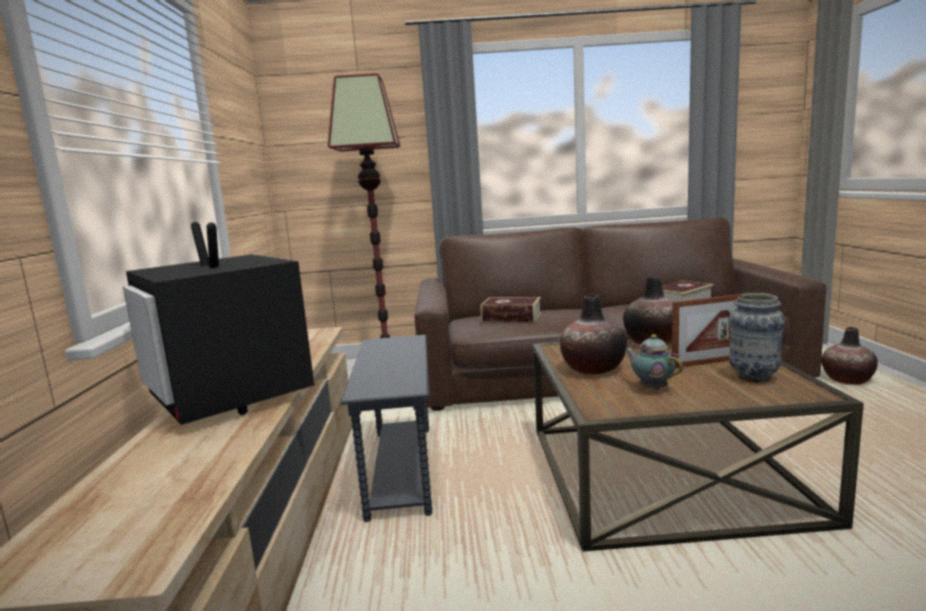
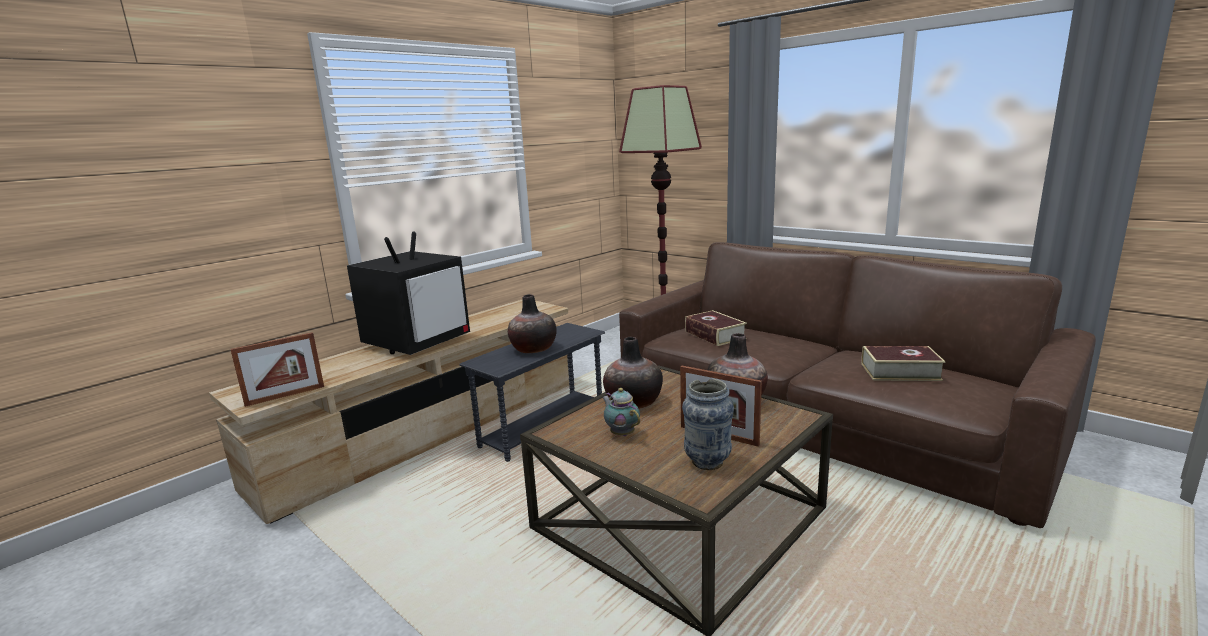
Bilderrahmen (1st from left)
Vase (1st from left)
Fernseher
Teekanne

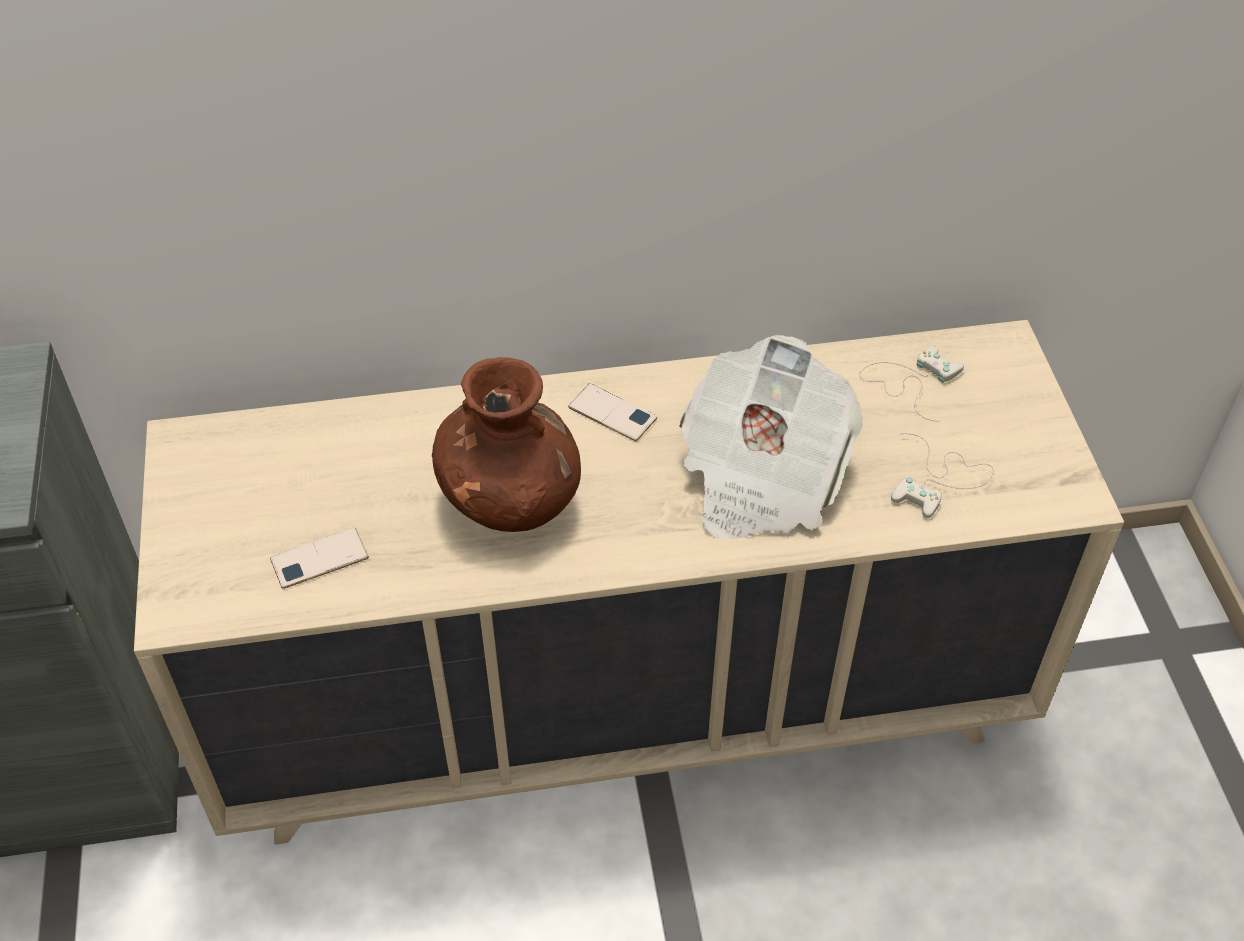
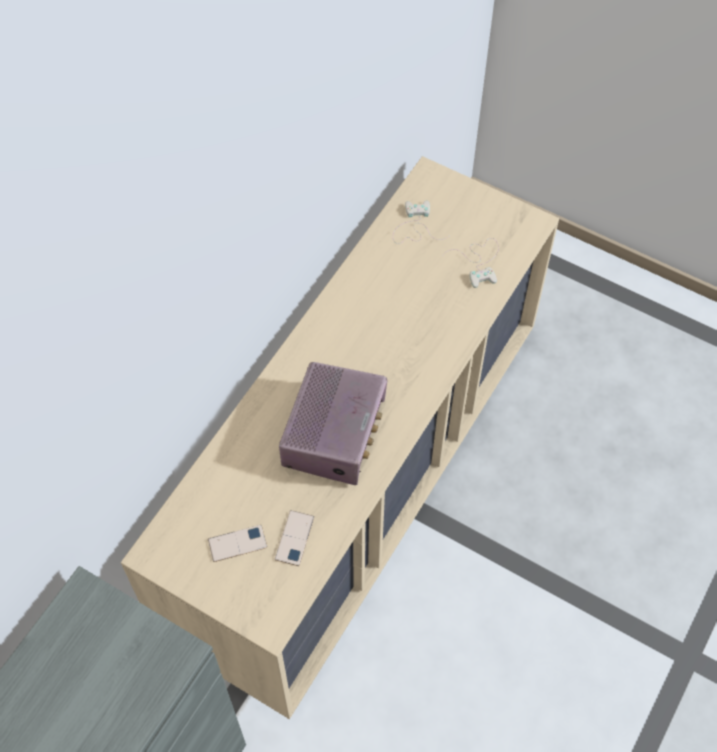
Zeitung
Handy (1st from left)
Radio

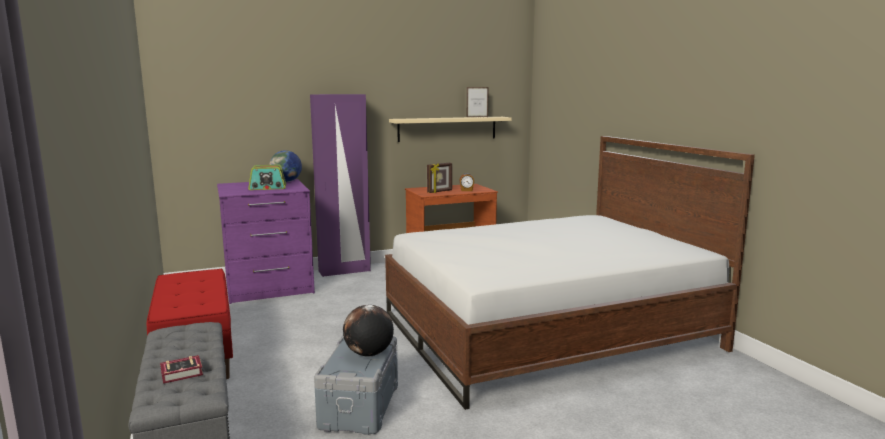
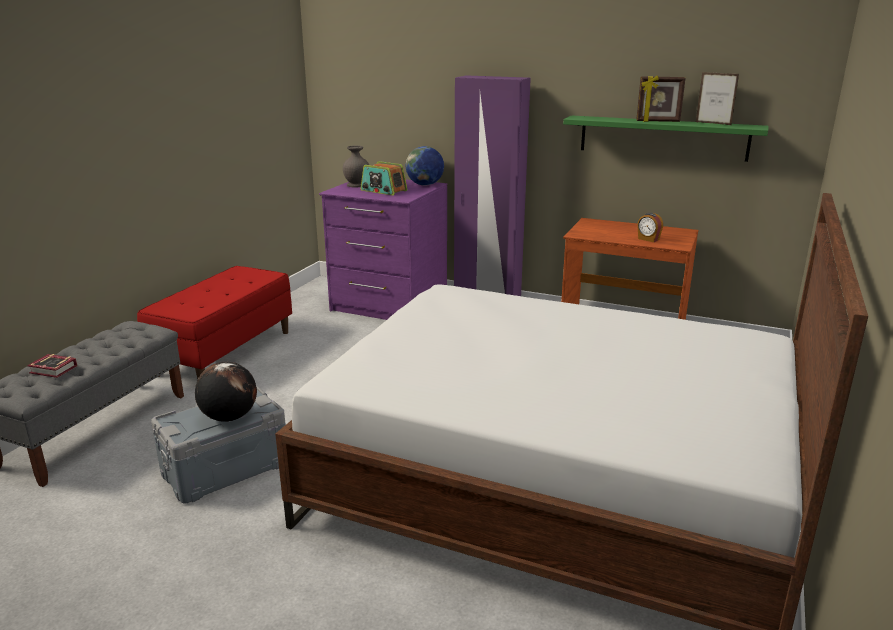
Vase (grau)
Bilderrahmen (1st from left)
Wandregal (grün)

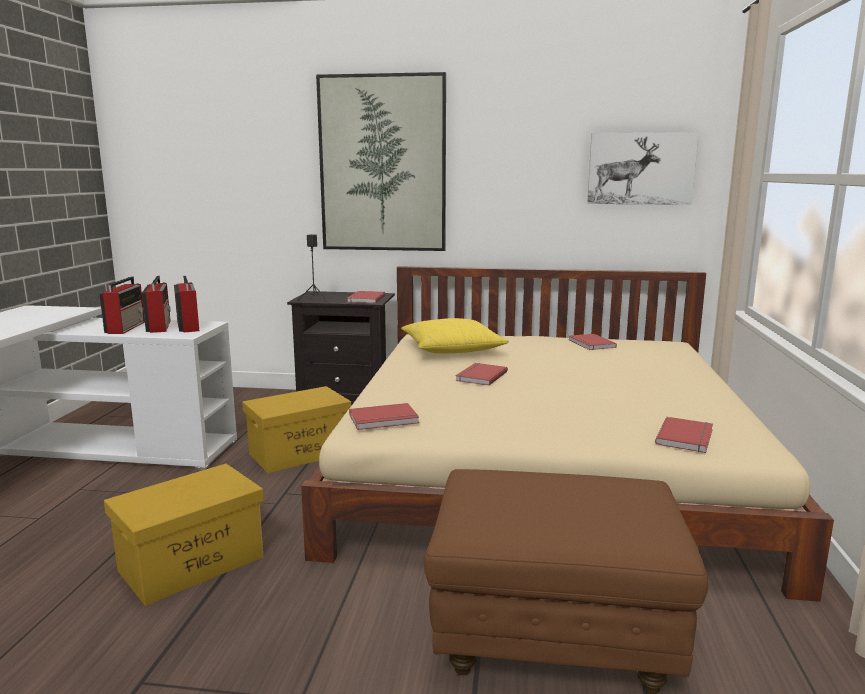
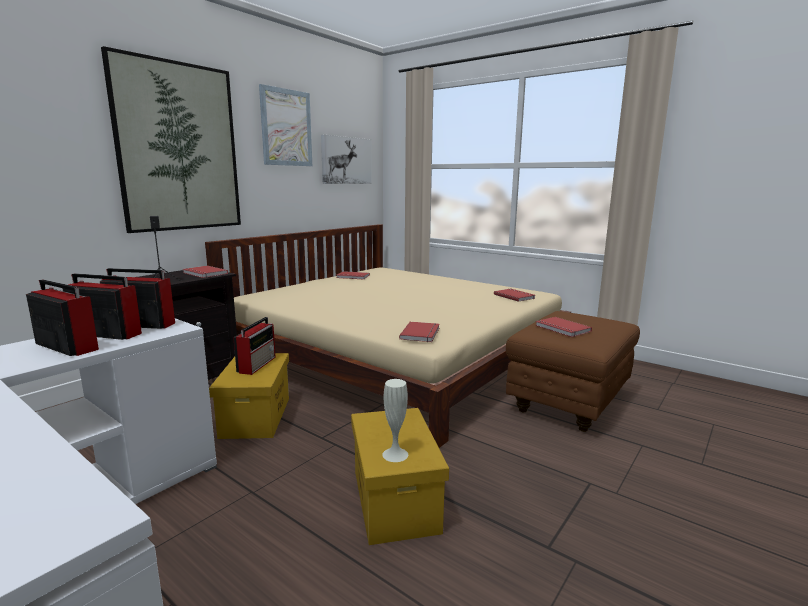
Kissen (gelb)
Radio (4th from left)
Bild (2nd from left)
Vase (weiß)
Buch (rot) (5th from left)

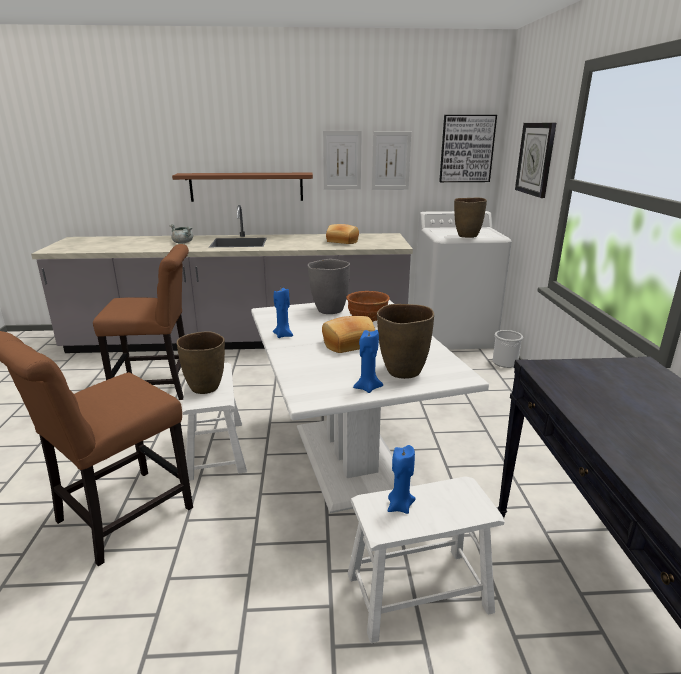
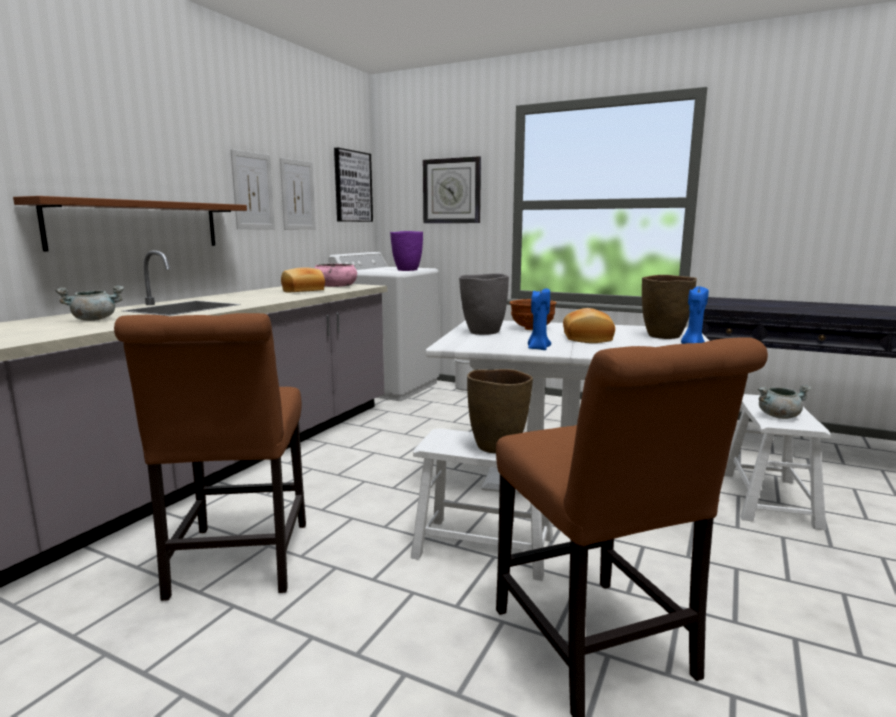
Schüssel (rosa)
Kochtopf (grau) (2nd from left)
Vase (lila)
Stuhl (braun) (1st from left)

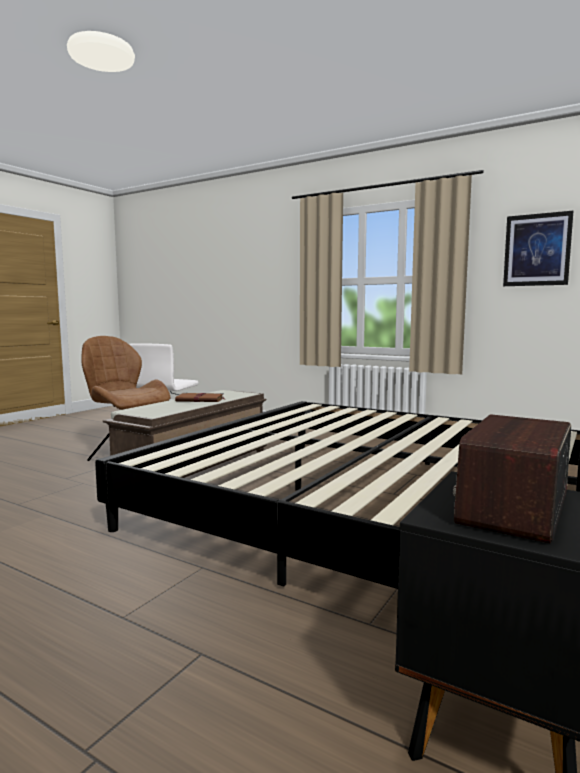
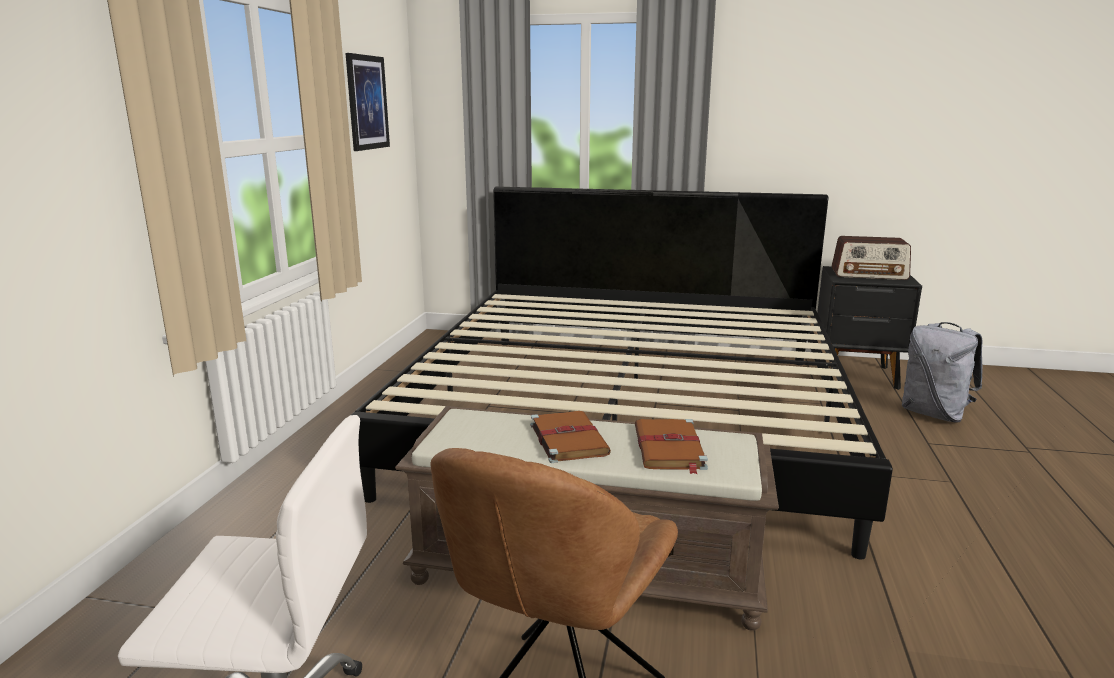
Buch (braun) (2nd from left)
Rucksack (grau)

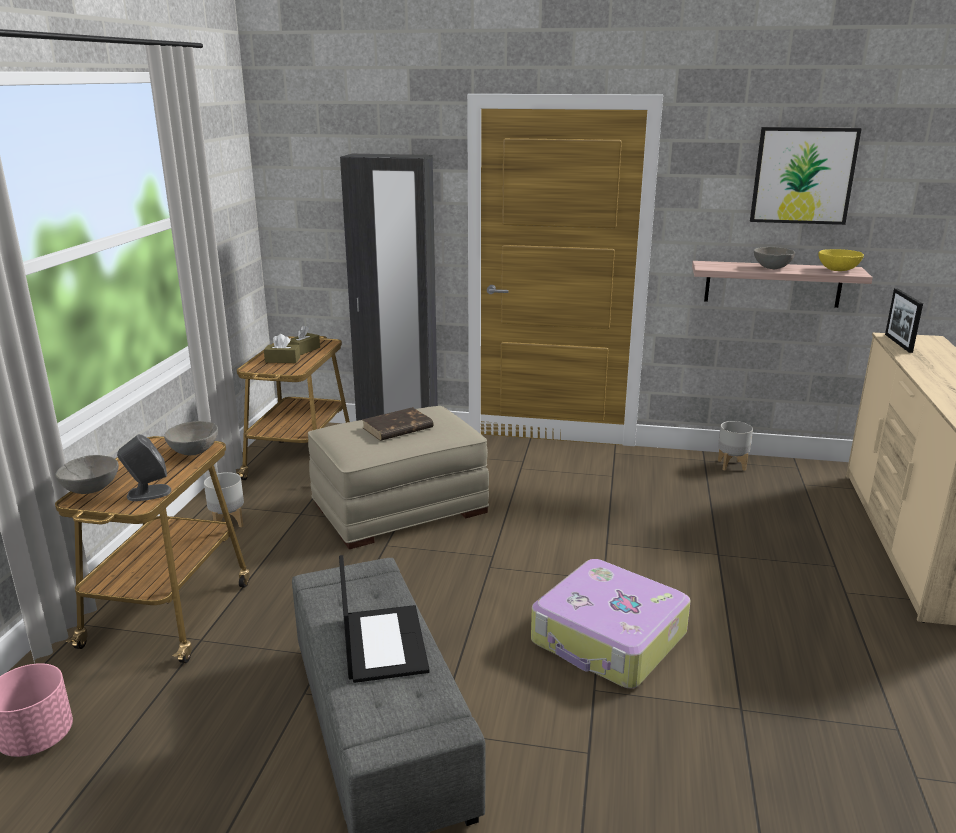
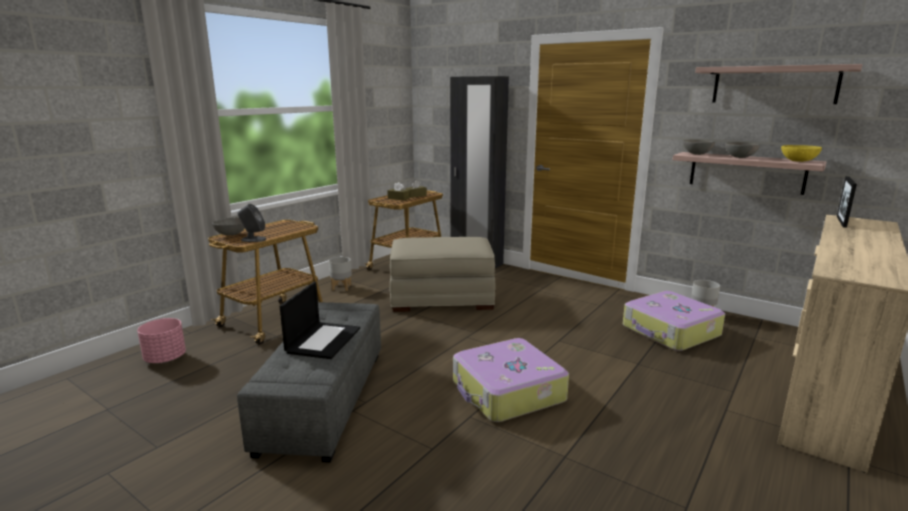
Buch (braun)
Koffer (2nd from left)
Schüssel (grau) (2nd from left)
Wandregal (2nd from left)

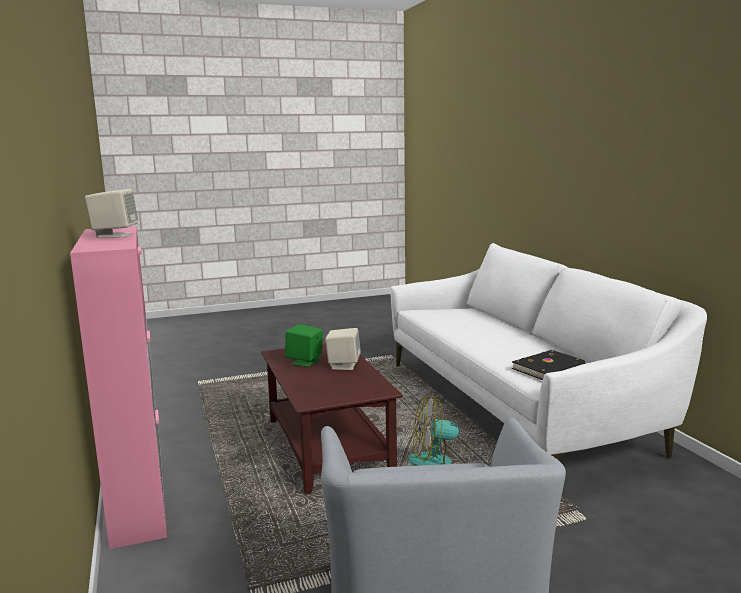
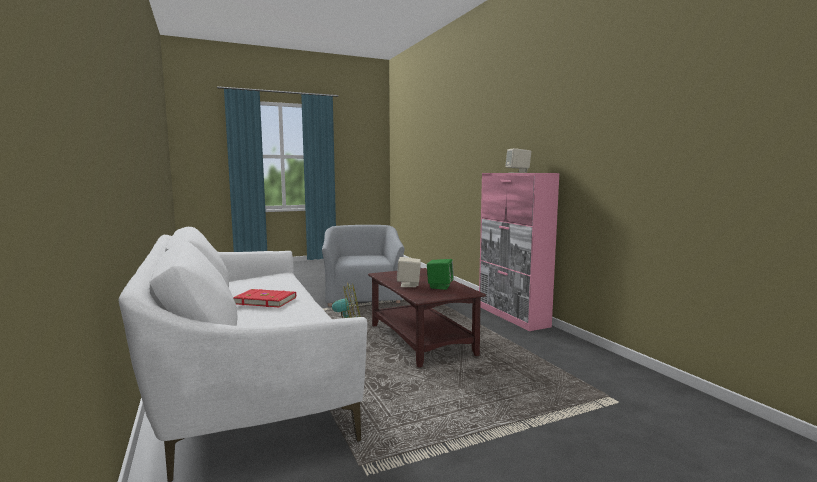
Buch (schwarz)
Buch (rot)

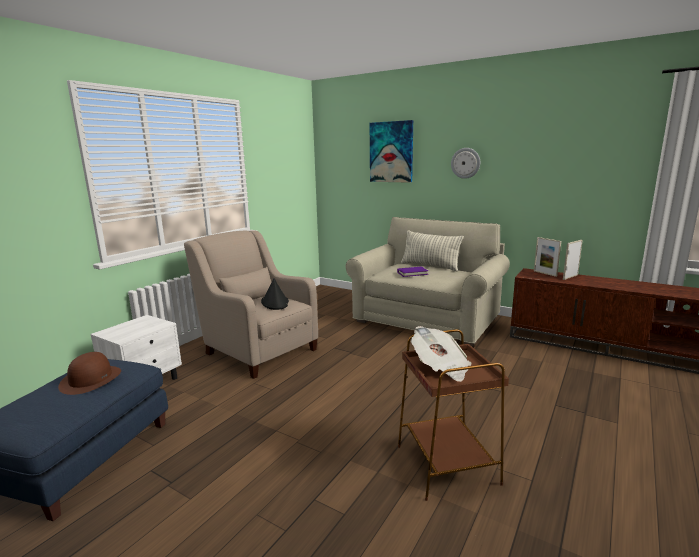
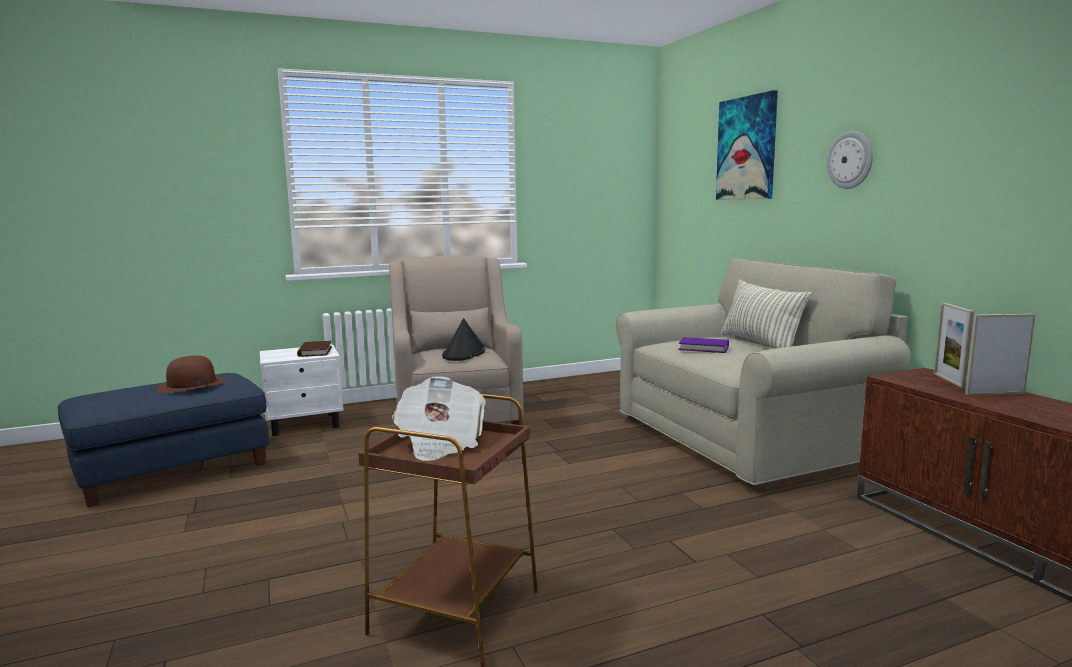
Buch (braun)

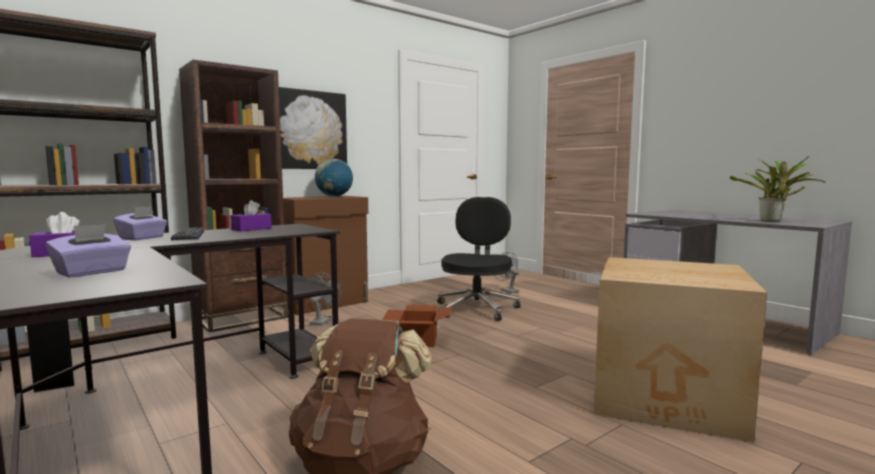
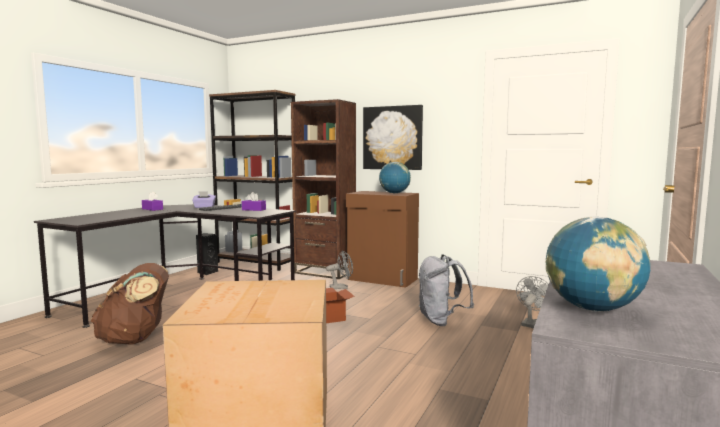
Taschentuchbox (lila) (2nd from left in the first image)
Rucksack (grau)
Globus (2nd from left)

